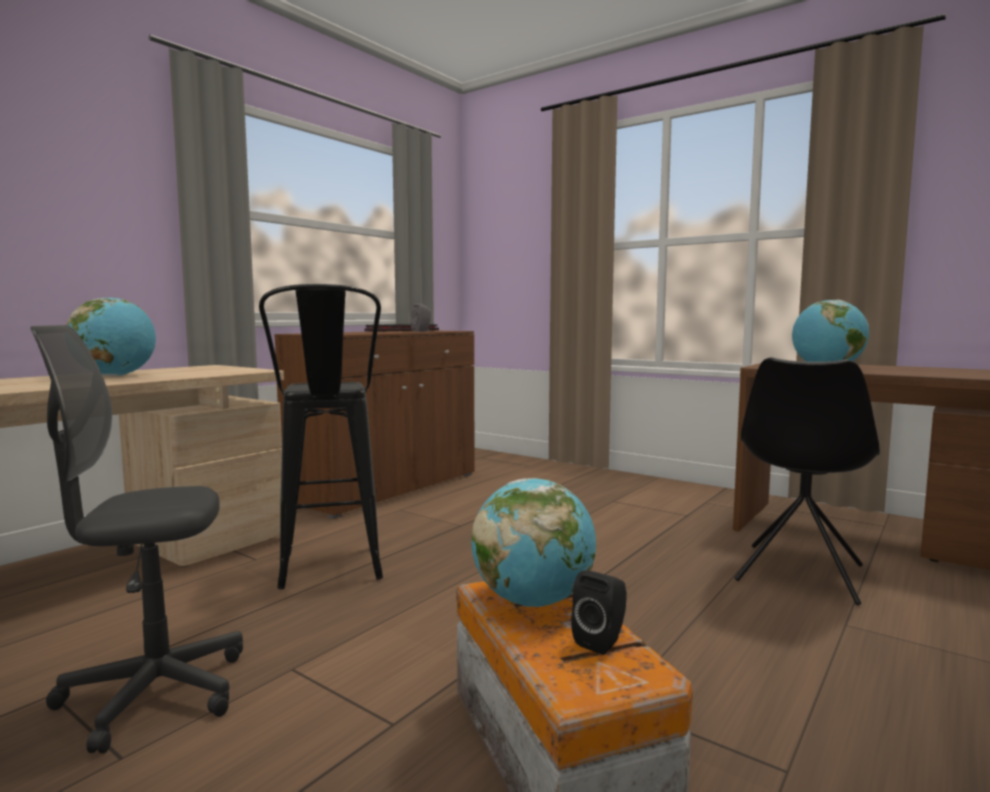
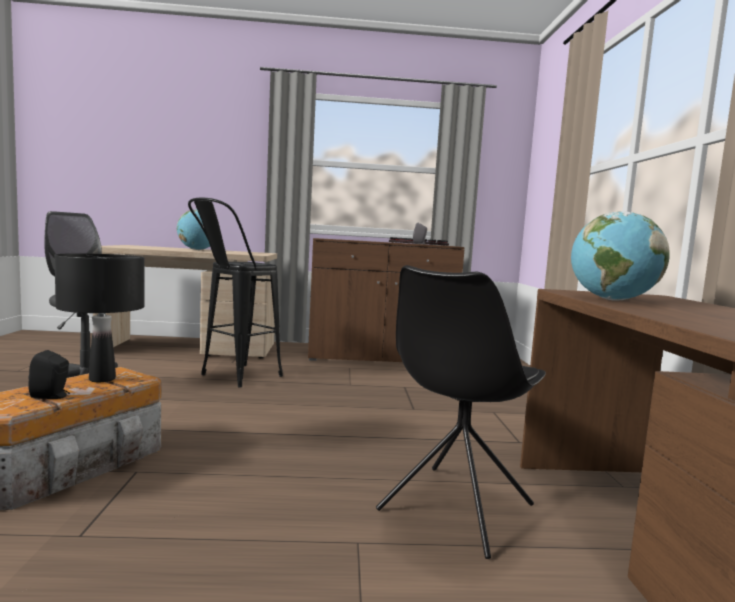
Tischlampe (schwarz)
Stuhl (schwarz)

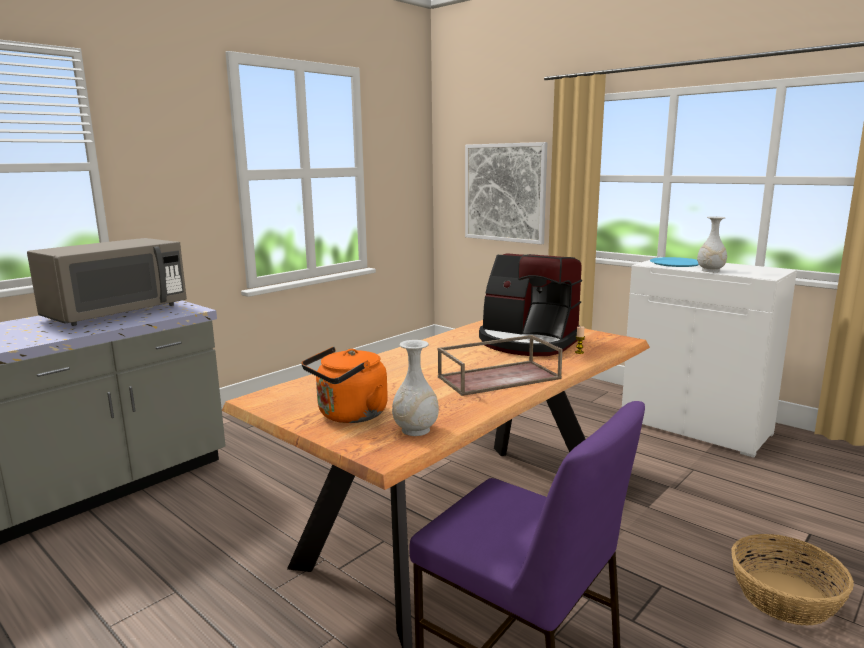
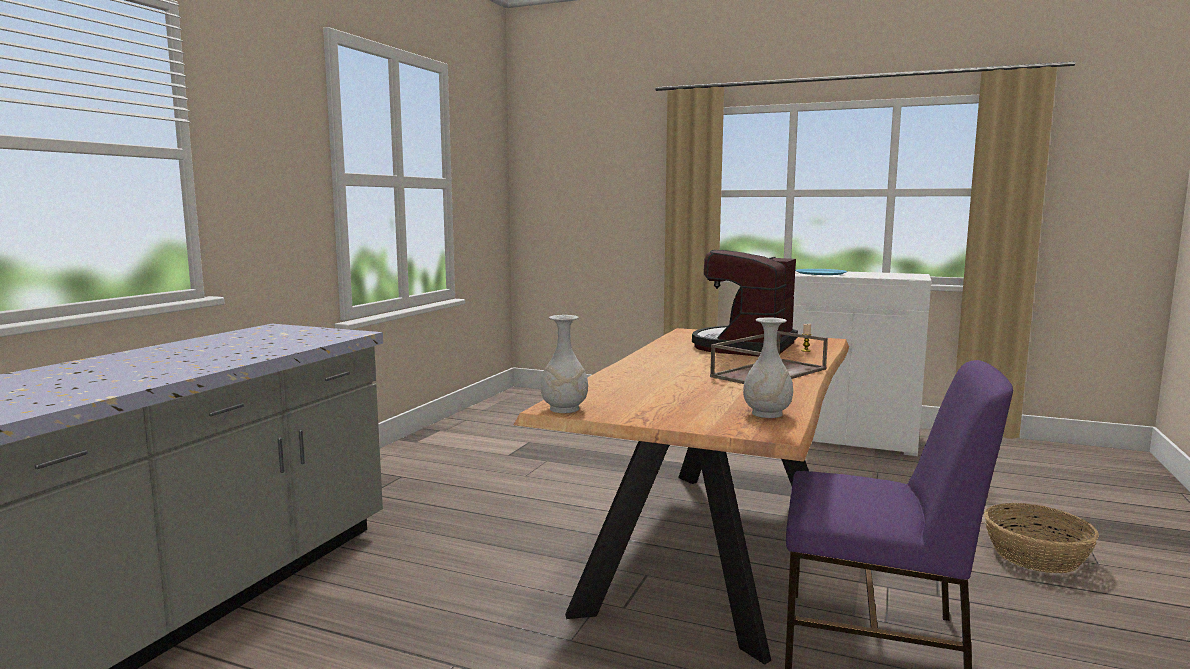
Mikrowelle (grau)
Wasserkessel (orange)
Bild
Vase (weiß) (1st from left)
Kaffeemaschine

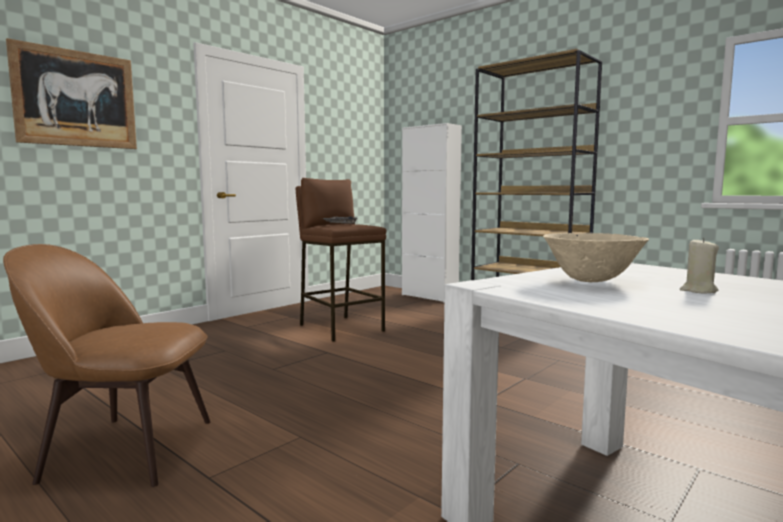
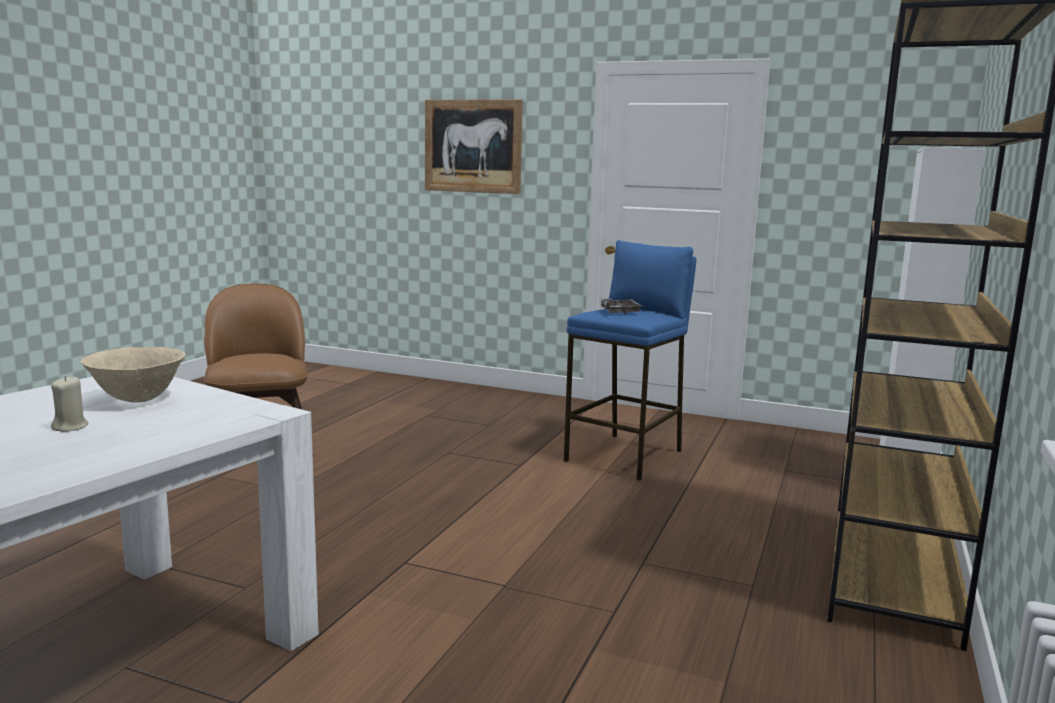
Hocker (blau)

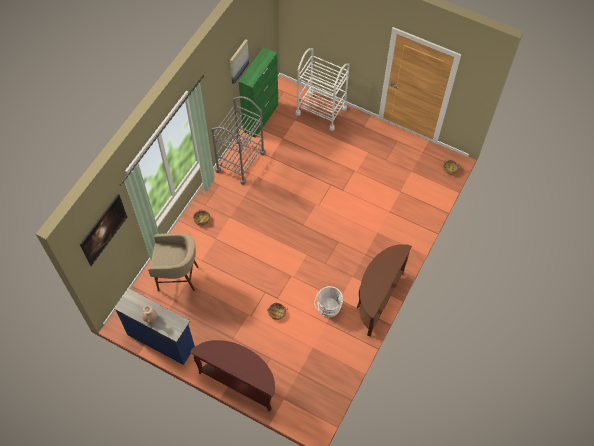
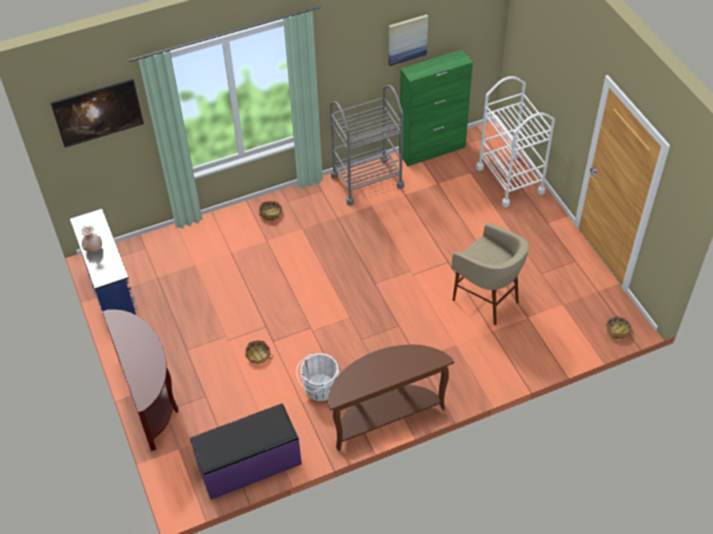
Bank (lila)
Hocker (beige)

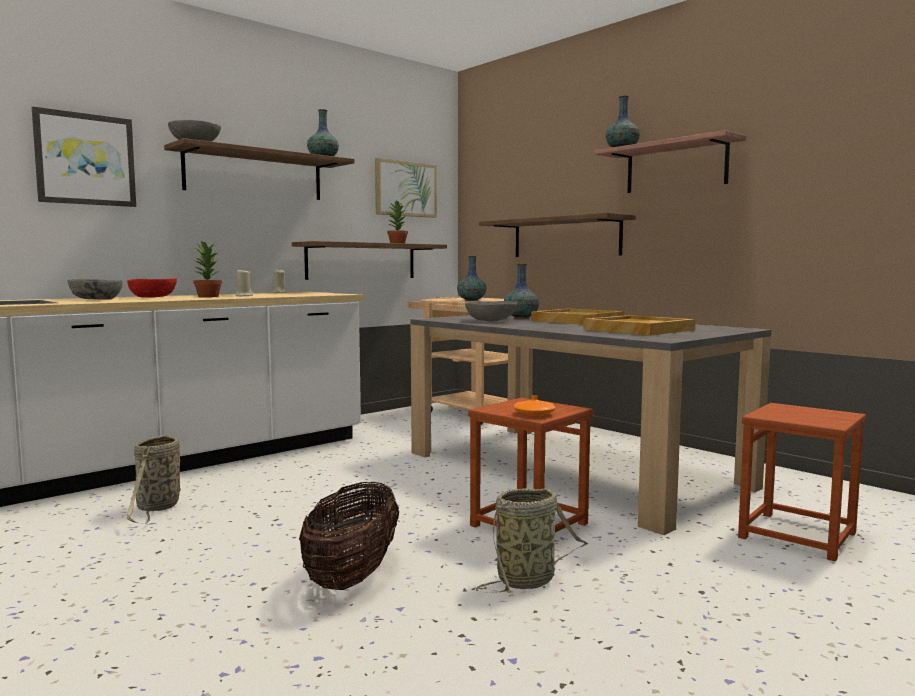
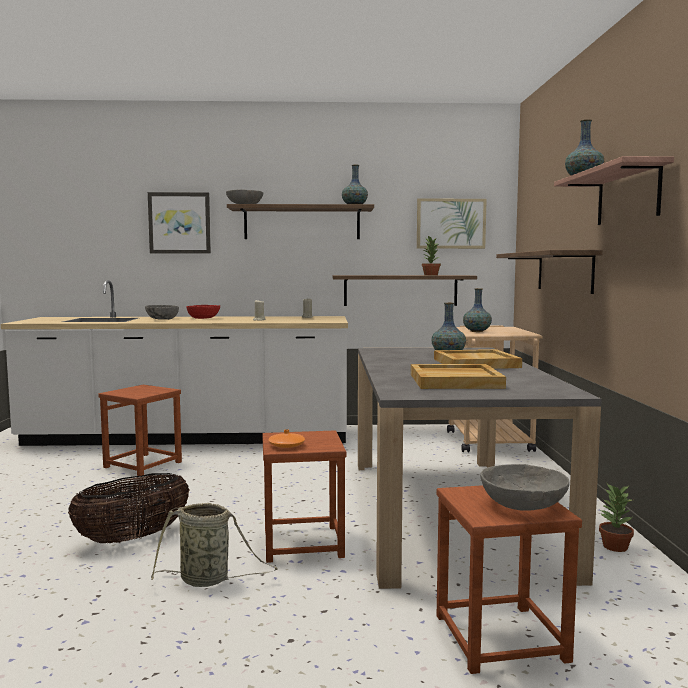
Topfpflanze (2nd from left)
Schüssel (grau) (3rd from left)
Hocker (braun) (1st from left)

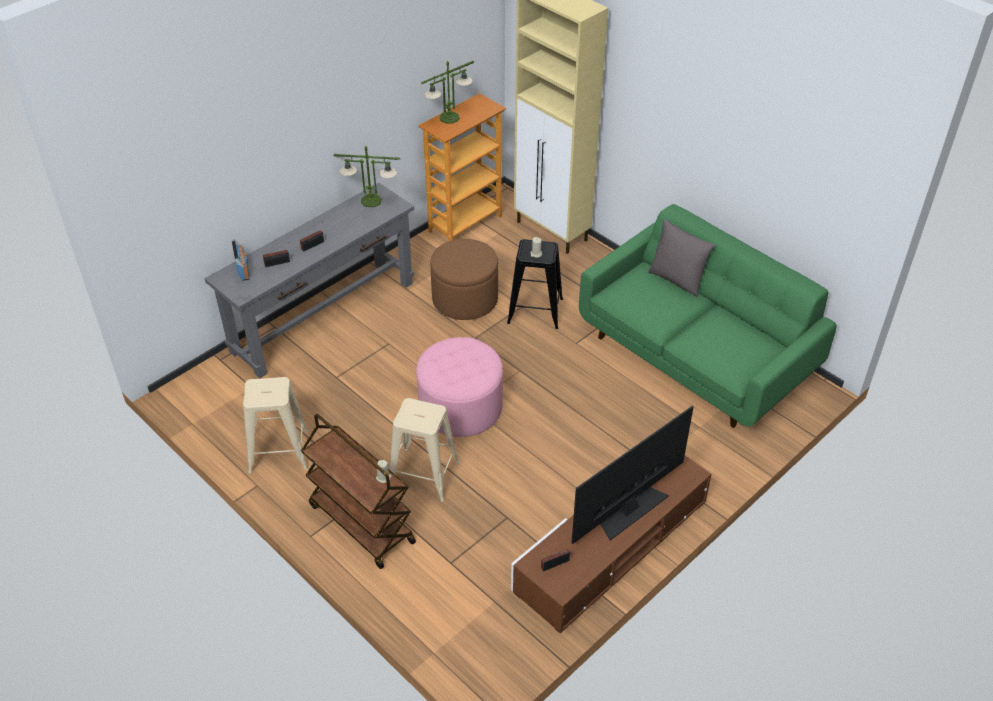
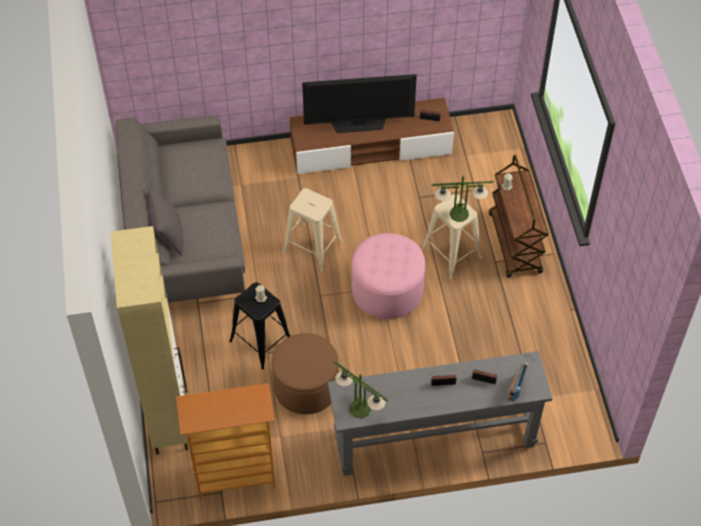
Hocker (beige) (1st from left)
Tischlampe (2nd from left)
Sofa (grau)

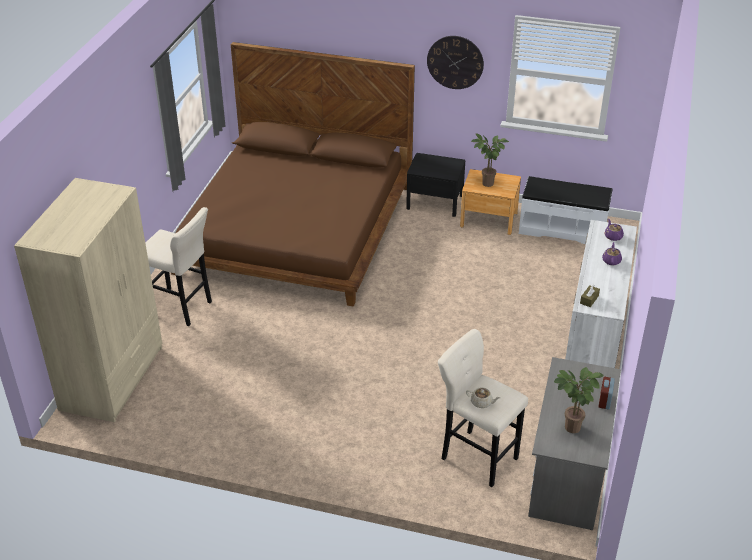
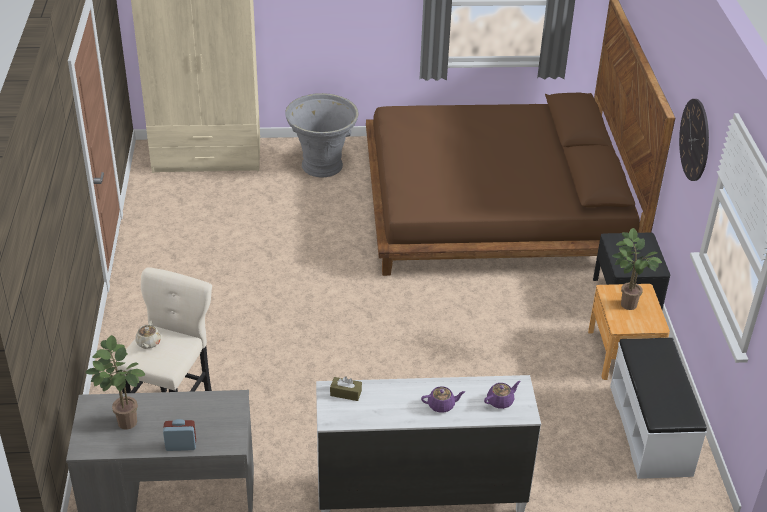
Pflanzkübel (grau)

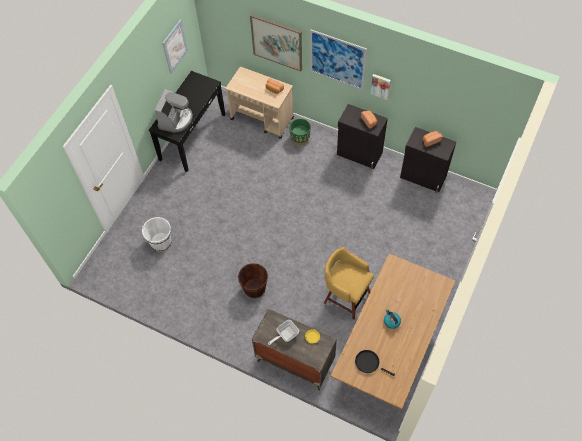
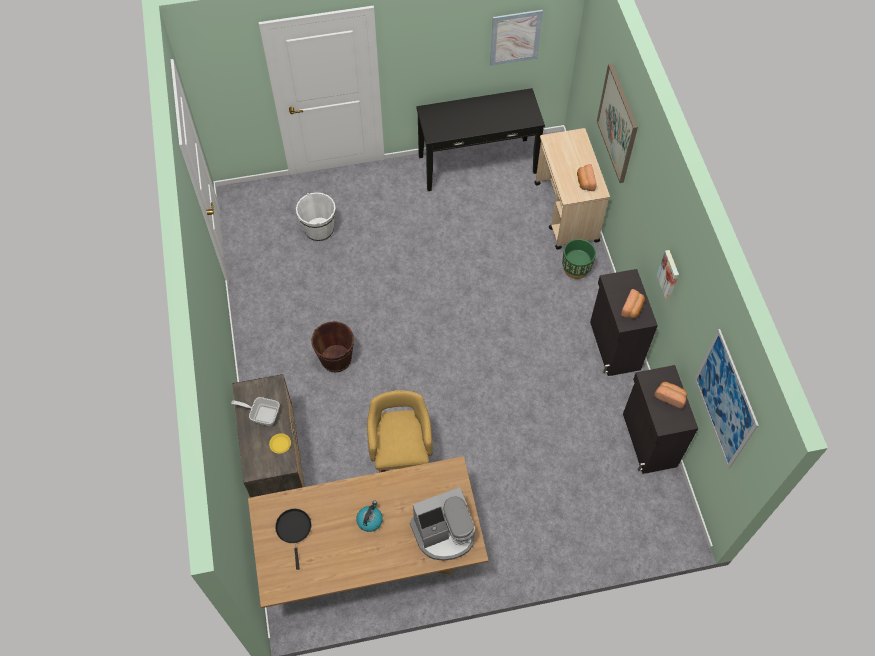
Kaffeemaschine
Bild (4th from left)

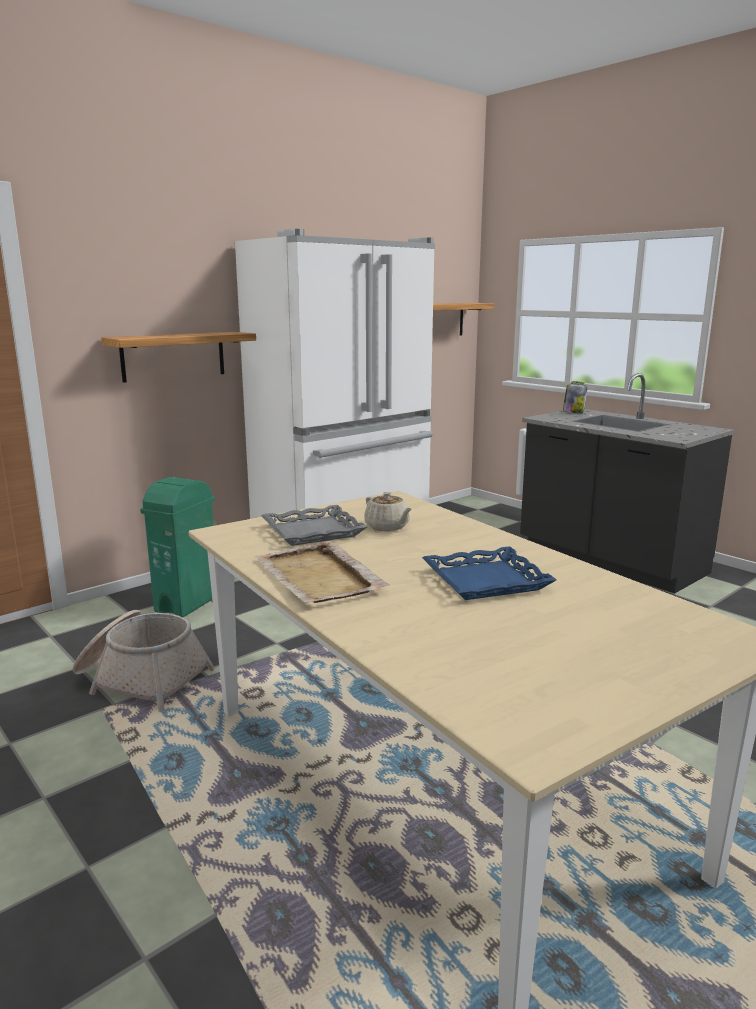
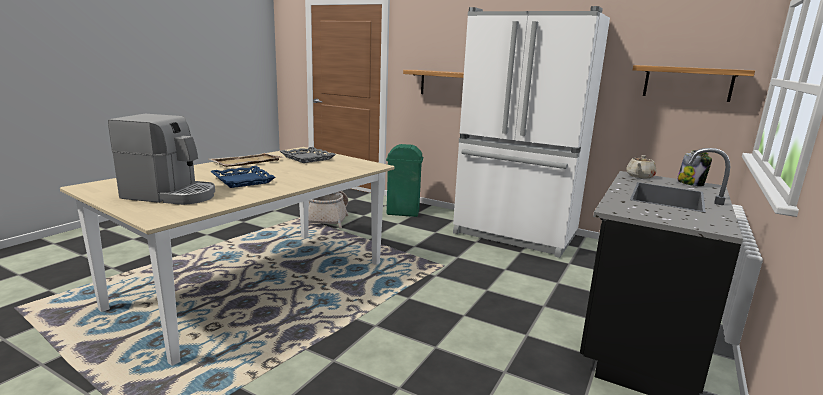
Kaffeemaschine
Teekanne (beige)

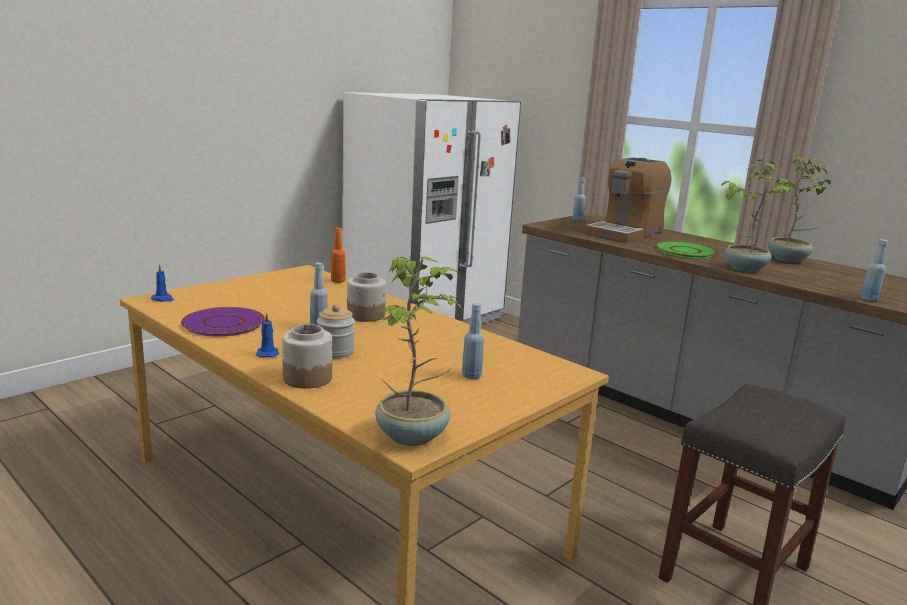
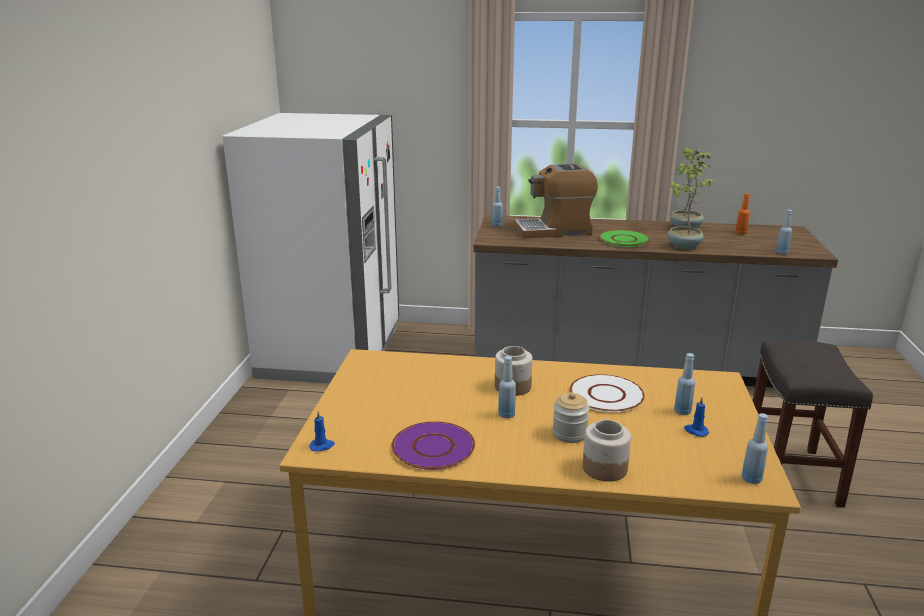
Teller (weiß)
Kerze (blau) (2nd from left)
Flasche (orange)
Flasche (blau) (4th from left)
Kaffeemaschine

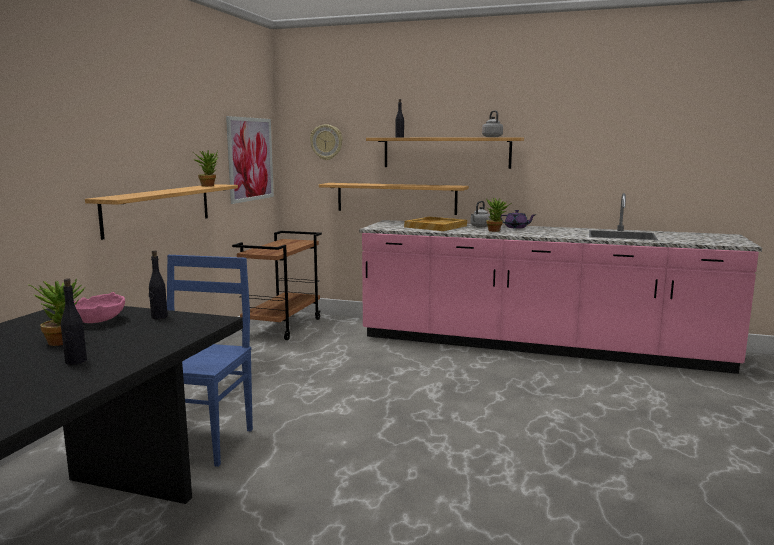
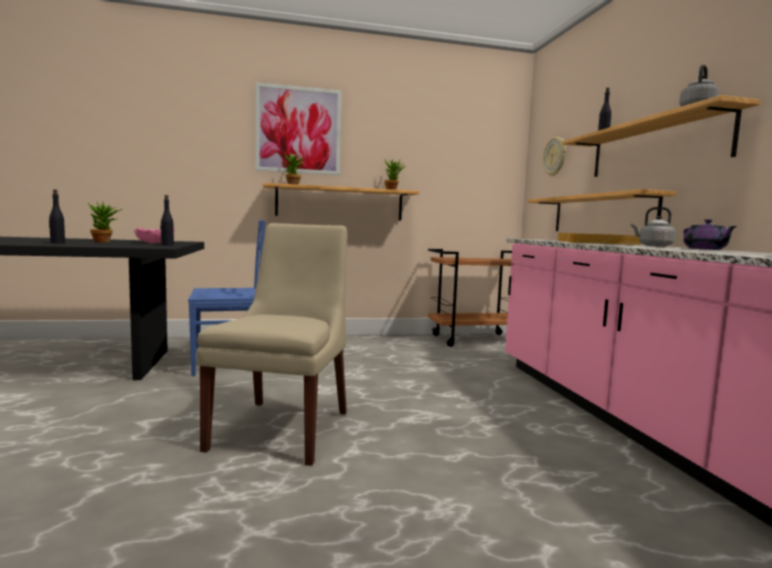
Stuhl (beige)
Bild
Topfpflanze (2nd from left)

